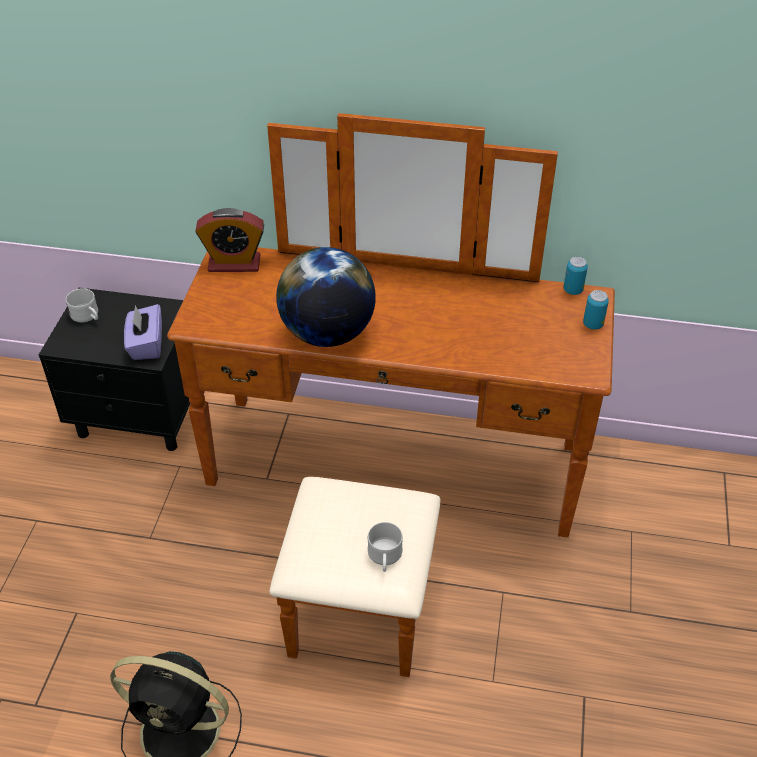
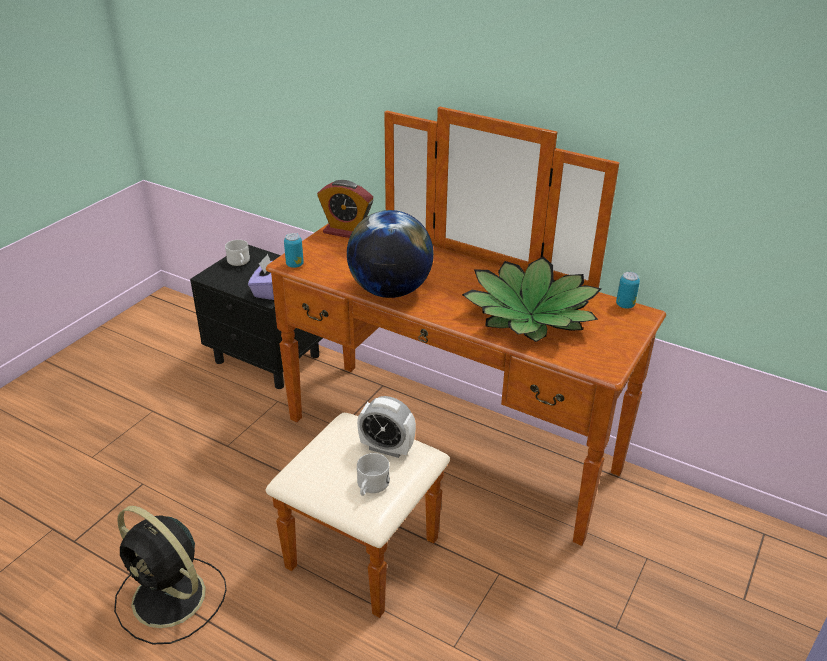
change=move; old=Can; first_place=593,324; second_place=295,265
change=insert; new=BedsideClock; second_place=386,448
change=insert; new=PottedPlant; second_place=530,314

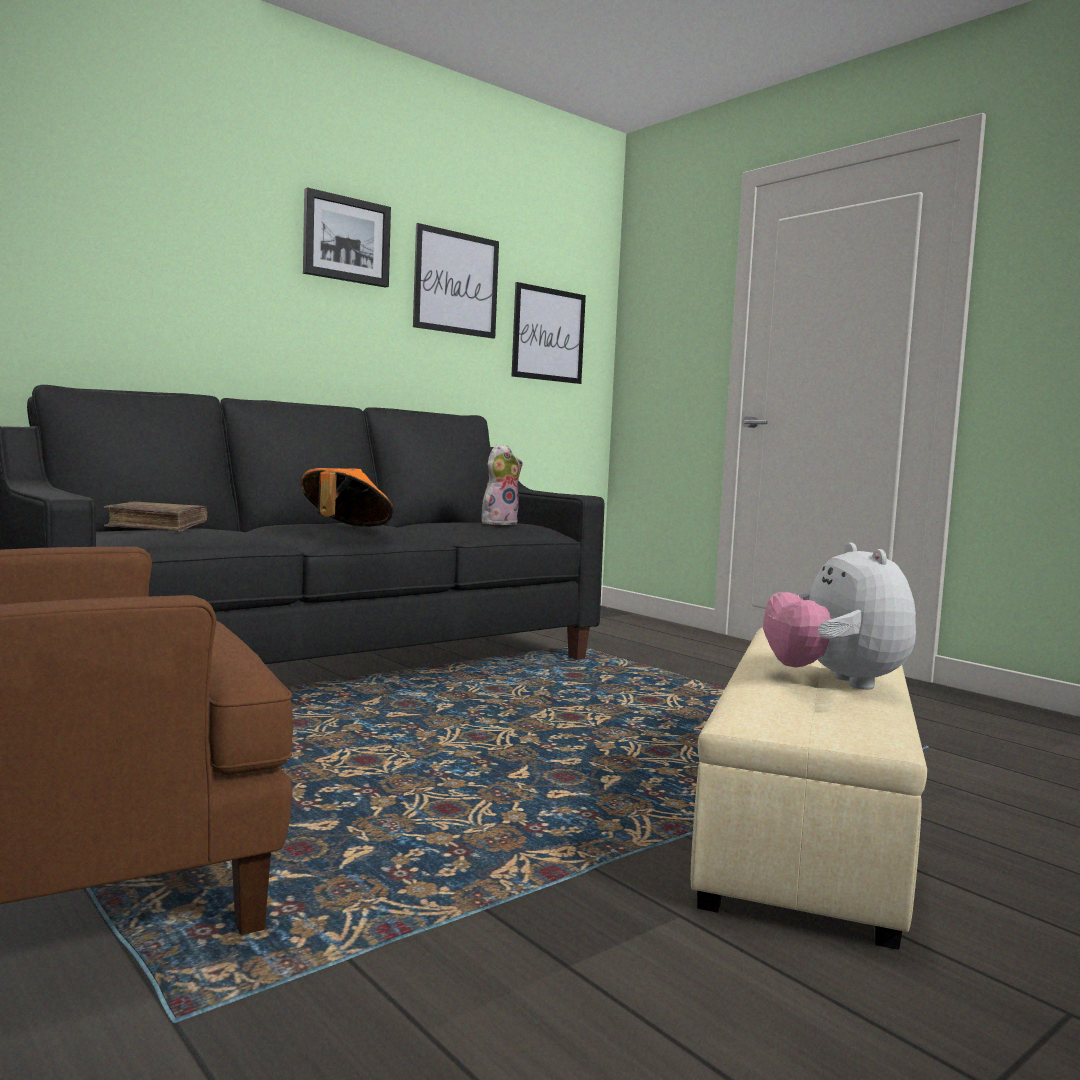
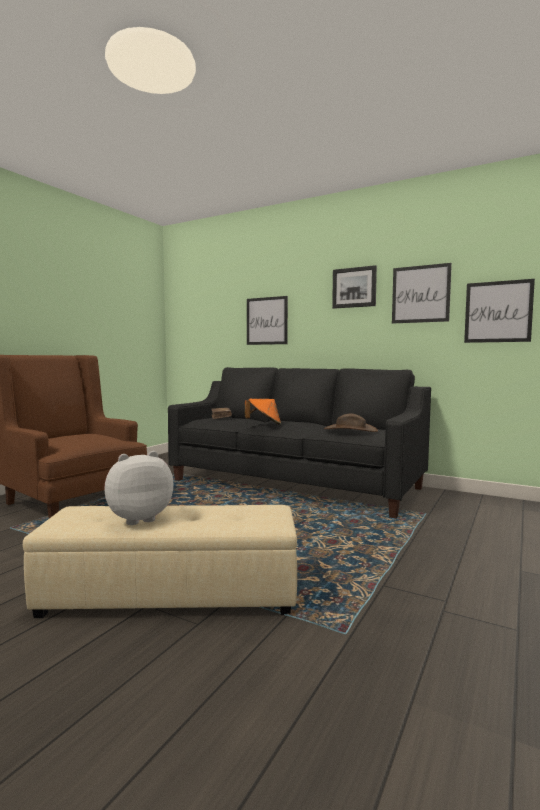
change=replace; old=CuddlyToy; new=BrownishWearableHat; first_place=499,523; second_place=350,430
change=insert; new=WallPicture; second_place=267,321

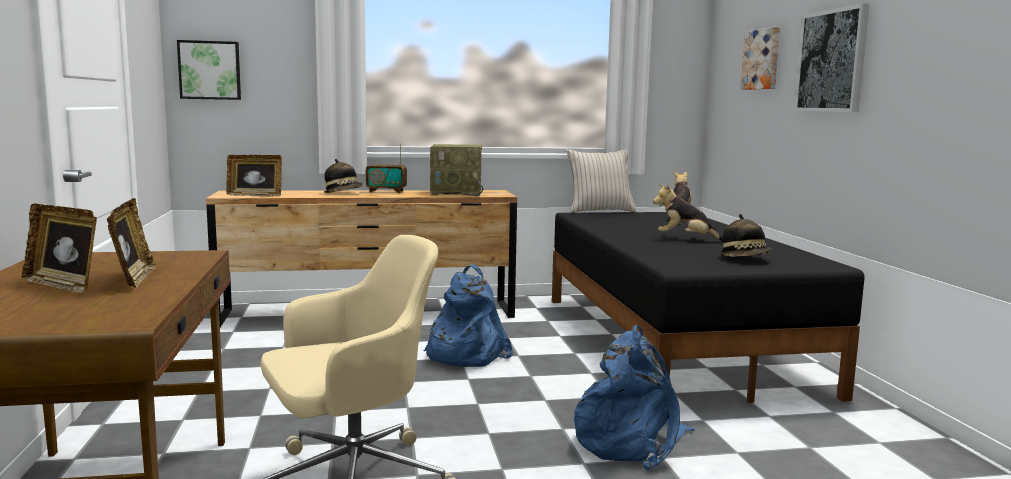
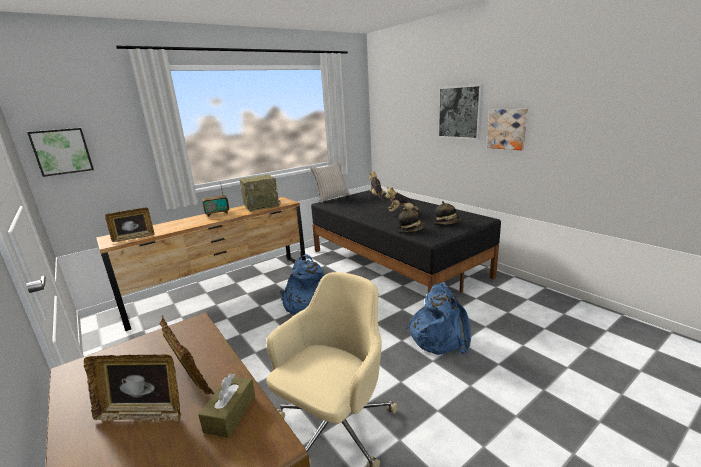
change=move; old=WearableHat; first_place=343,193; second_place=411,229
change=move; old=WallPicture; first_place=762,59; second_place=507,129
change=insert; new=BrownishTissueBox; second_place=230,413

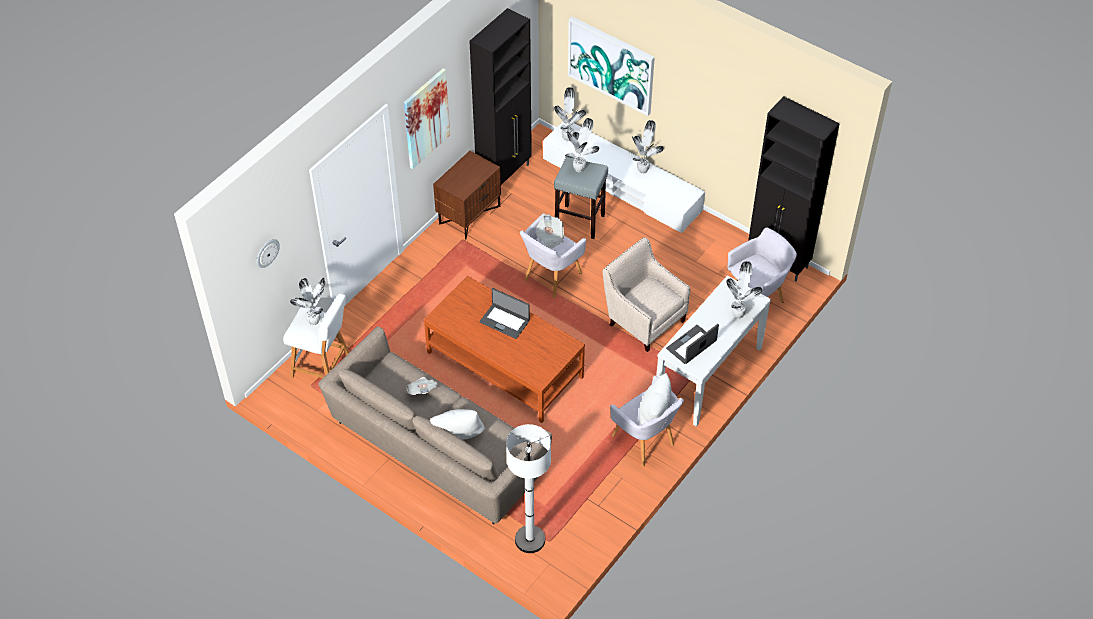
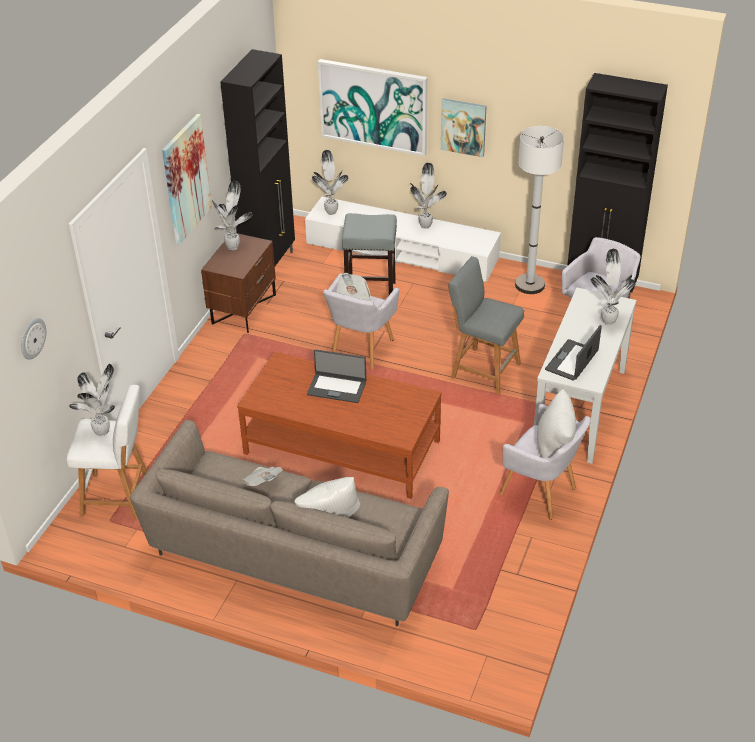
change=move; old=WhitishStandingLamp; first_place=530,540; second_place=529,285
change=move; old=PottedPlant; first_place=580,168; second_place=233,246
change=replace; old=BeigeColouredLoungeChair; new=GreyishSittingStool; first_place=644,319; second_place=482,369
change=insert; new=WallPicture; second_place=463,127

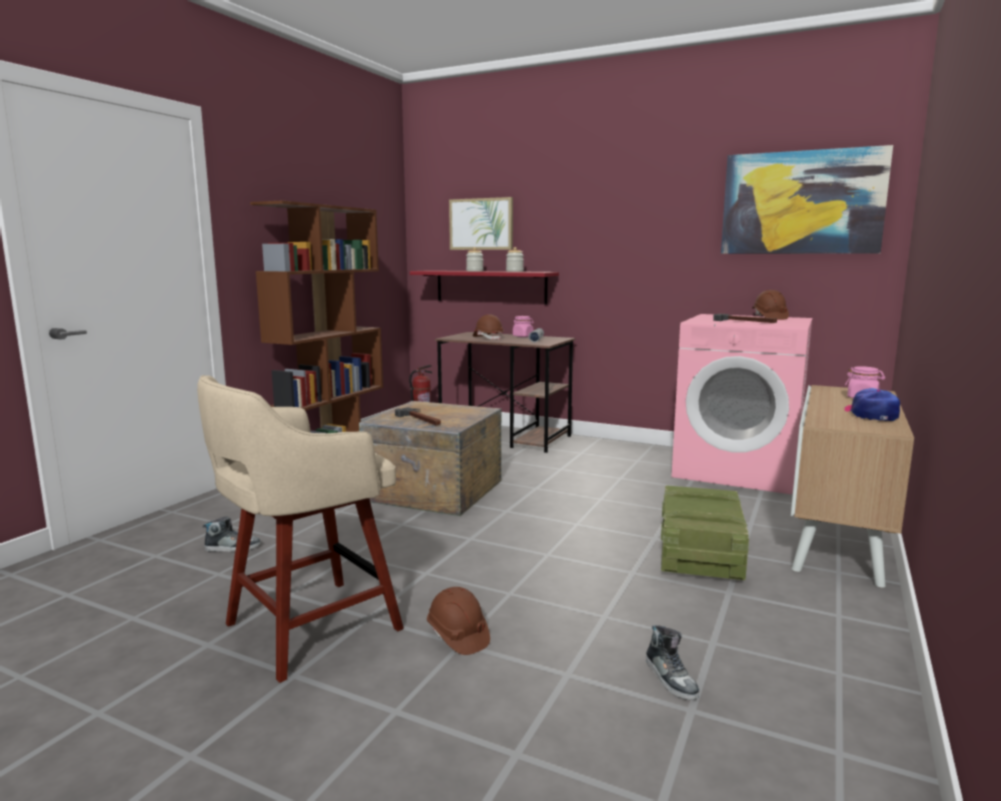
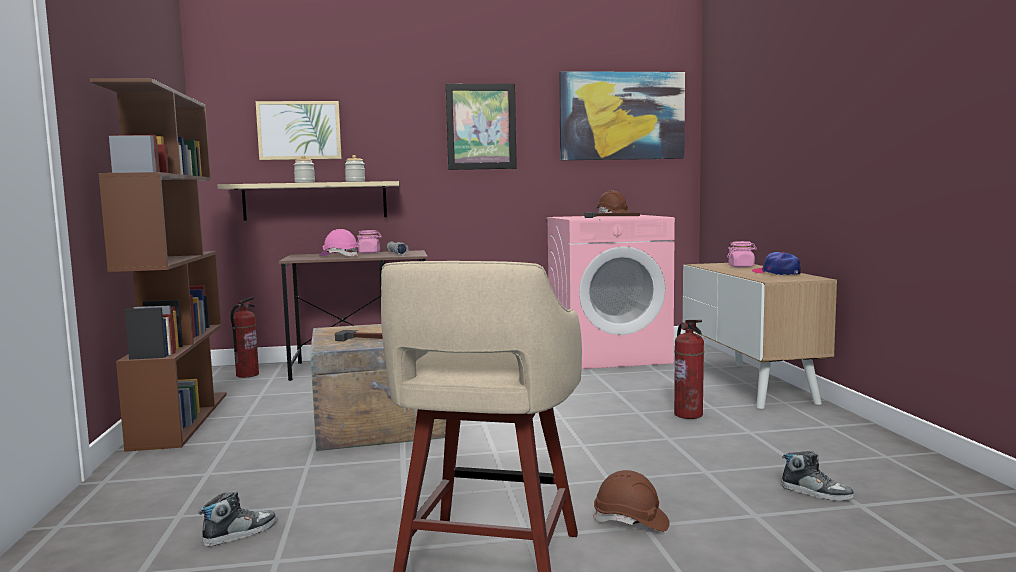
change=recolor; old=RedBracketShelf; new=BeigeColouredBracketShelf; first_place=490,286; second_place=315,201
change=recolor; old=BrownishWorkHelmet; new=PinkishWorkHelmet; first_place=488,338; second_place=339,256
change=replace; old=PackingCrate; new=Extinguisher; first_place=700,554; second_place=689,414
change=insert; new=WallPicture; second_place=481,126

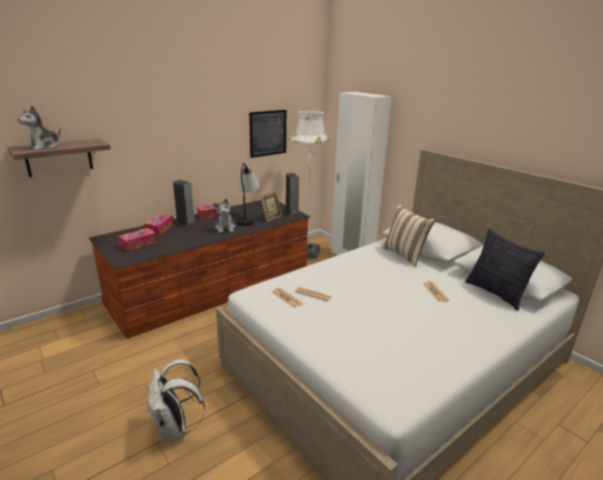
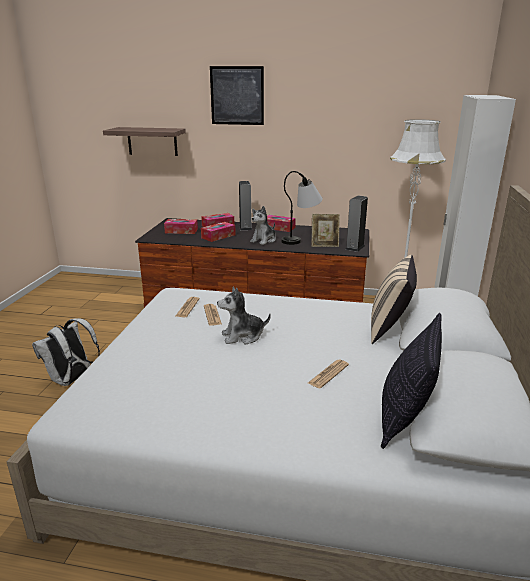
change=move; old=CuddlyToy; first_place=44,147; second_place=242,336
change=move; old=WallPicture; first_place=268,133; second_place=237,96
change=insert; new=TissueBox; second_place=218,236

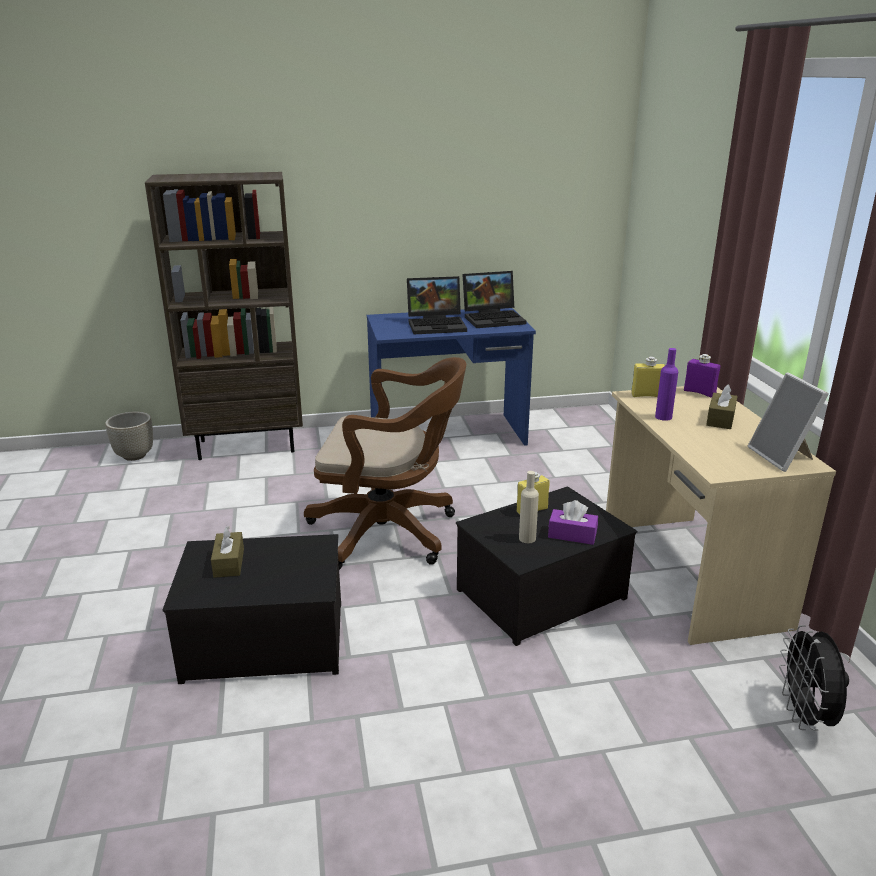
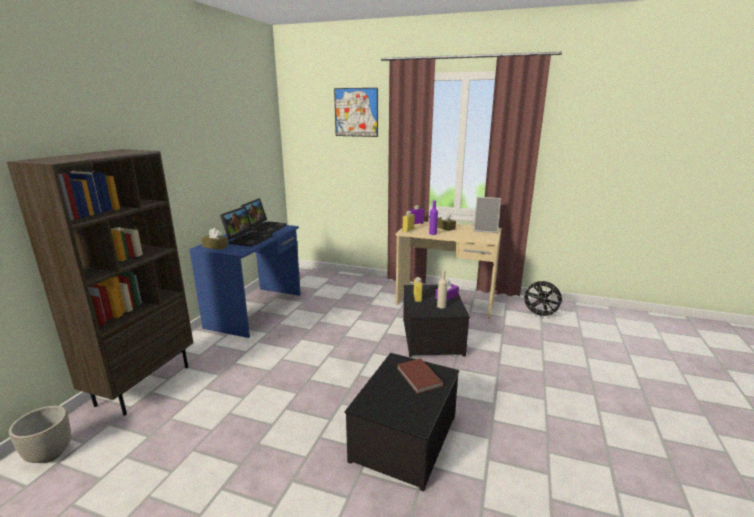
change=move; old=BrownishTissueBox; first_place=229,563; second_place=215,246
change=delete; old=BrownishDeskChair; first_place=391,532
change=insert; new=WallPicture; second_place=356,112
change=insert; new=BrownishBook; second_place=418,377

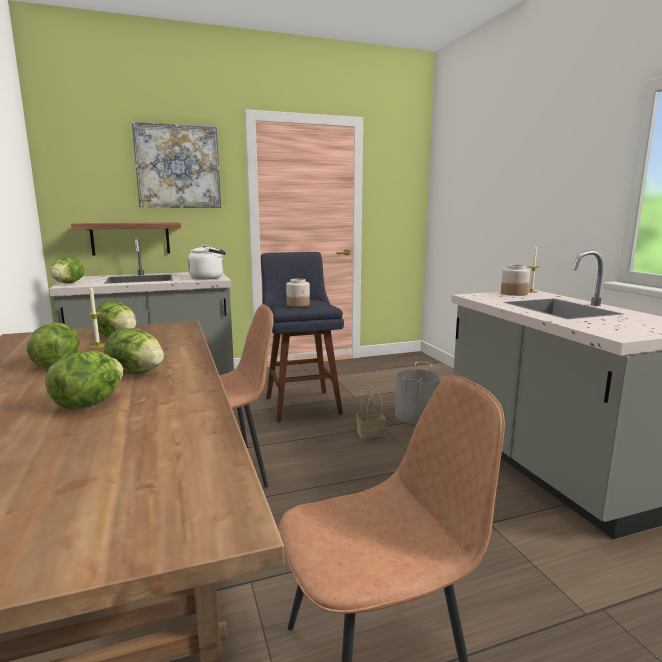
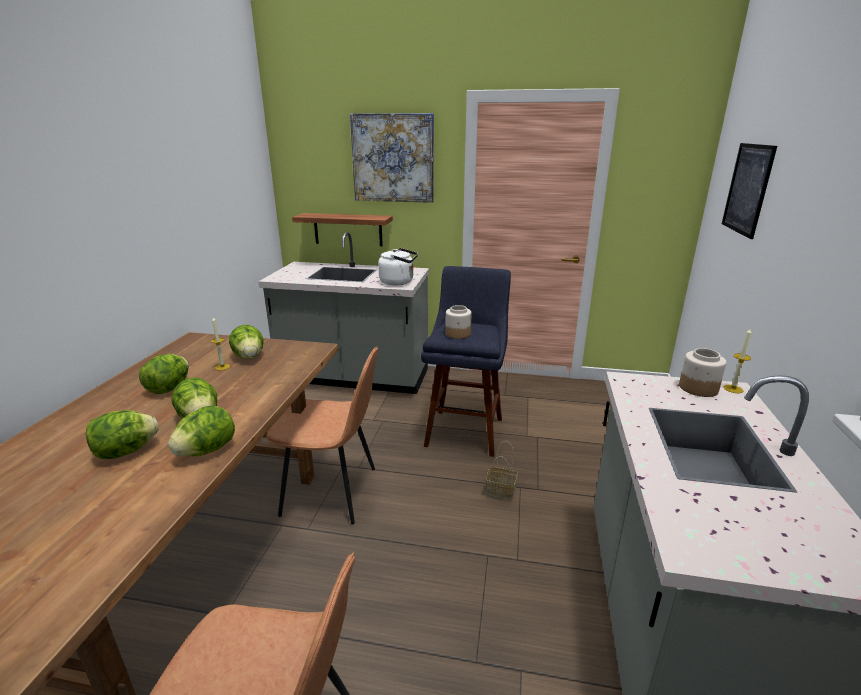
change=move; old=LettuceHead; first_place=68,283; second_place=207,450
change=delete; old=GreyishPail; first_place=416,415
change=insert; new=WallPicture; second_place=747,189

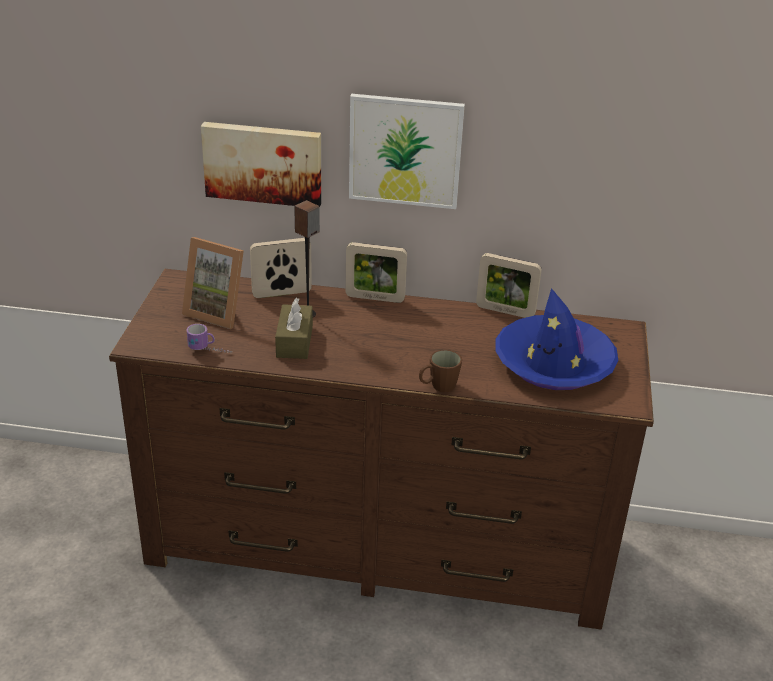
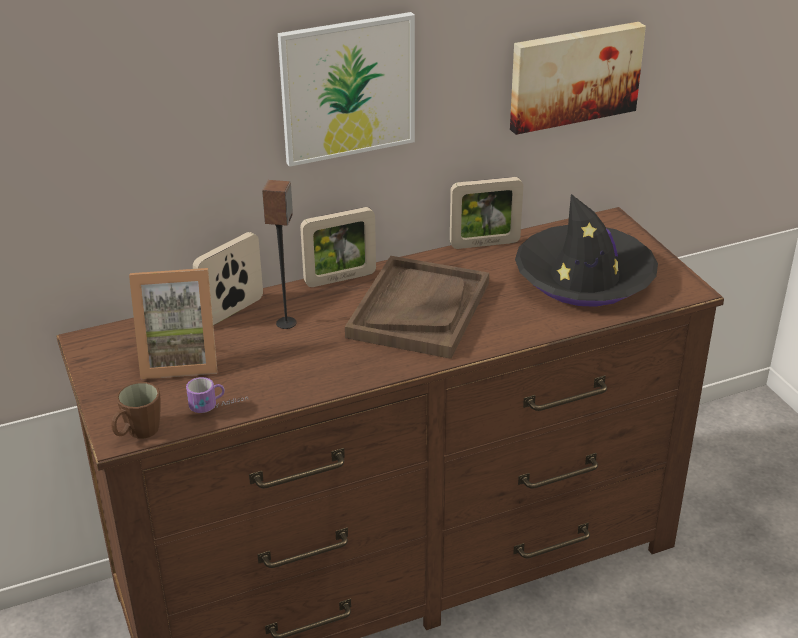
change=move; old=WallPicture; first_place=263,163; second_place=573,75
change=delete; old=BrownishTissueBox; first_place=294,341
change=move; old=BrownishCoffeeMug; first_place=438,386; second_place=138,433
change=recolor; old=BlueColouredWearableHat; new=BlackWearableHat; first_place=554,363; second_place=584,278
change=insert; new=BrownishCarryingTray; second_place=419,309

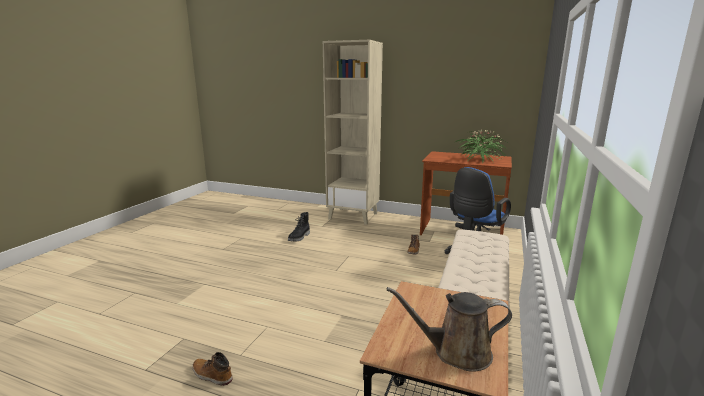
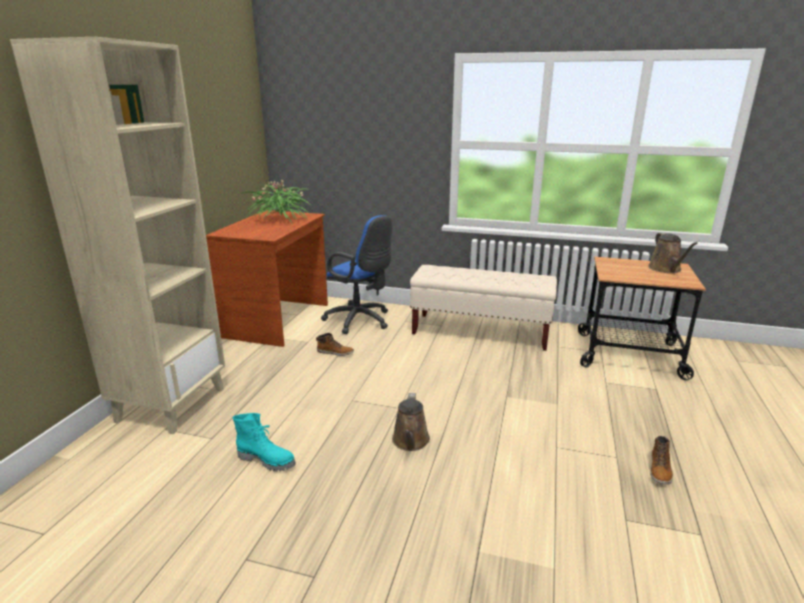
change=recolor; old=BlackBoot; new=TurquoiseBoot; first_place=299,237; second_place=267,460
change=insert; new=BrownishWateringPot; second_place=410,442

